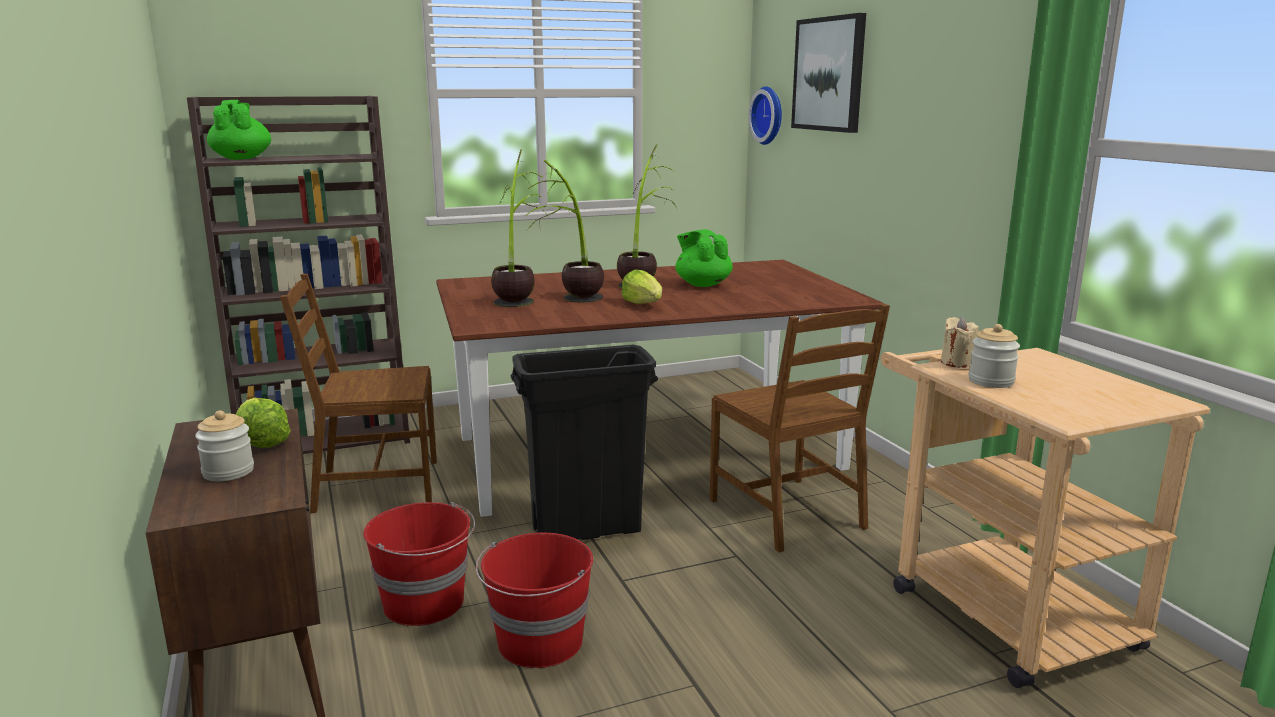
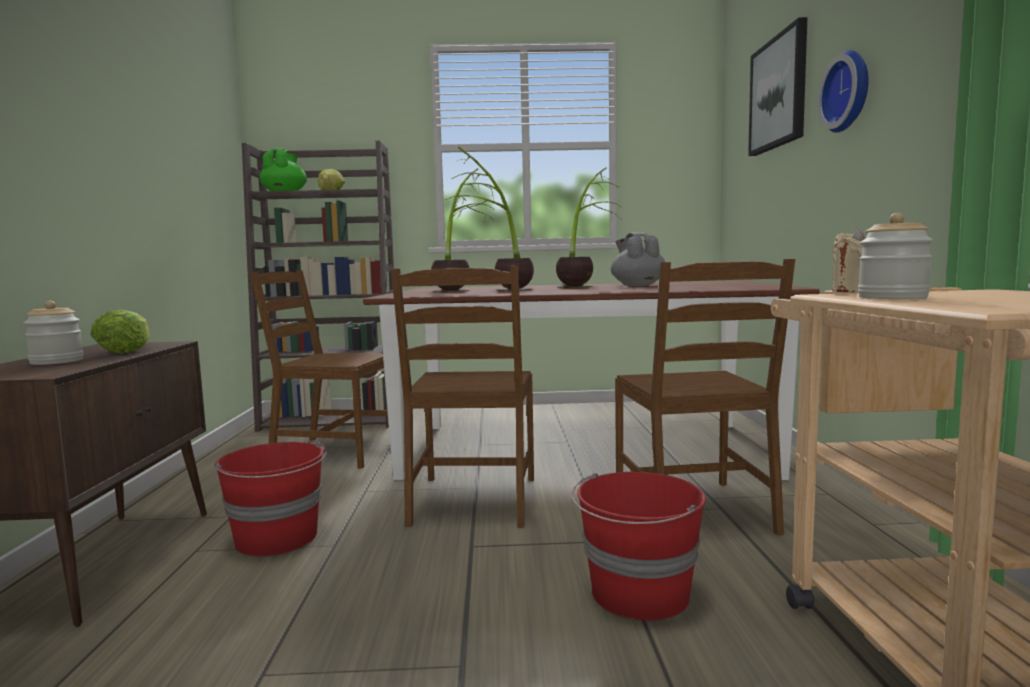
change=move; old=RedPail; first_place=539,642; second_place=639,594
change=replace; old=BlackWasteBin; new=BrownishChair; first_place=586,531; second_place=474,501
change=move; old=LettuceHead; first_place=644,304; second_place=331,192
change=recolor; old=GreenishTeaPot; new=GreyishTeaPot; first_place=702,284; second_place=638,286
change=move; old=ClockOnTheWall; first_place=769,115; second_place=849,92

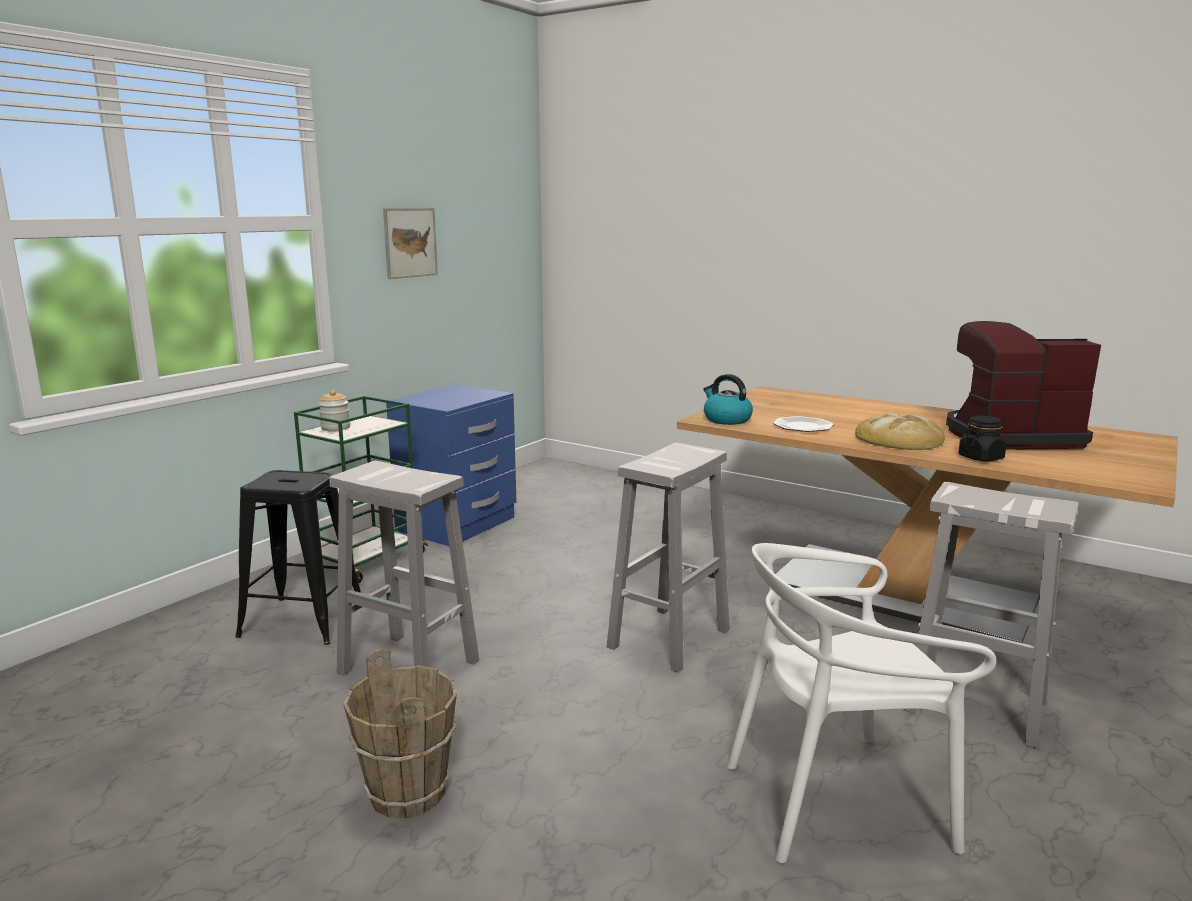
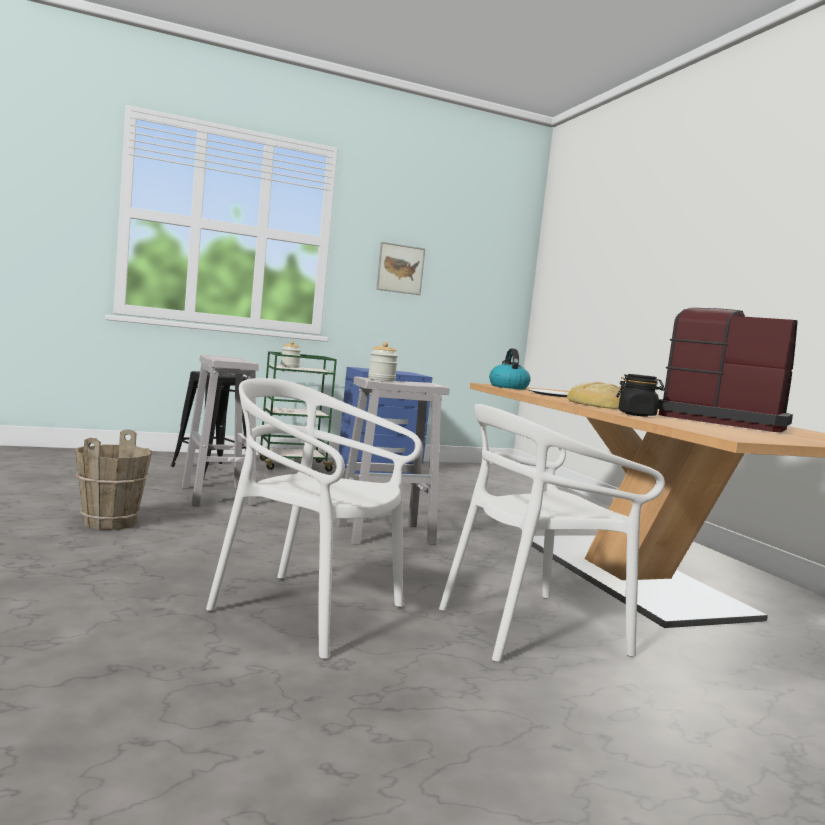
change=replace; old=WhitishSittingStool; new=WhitishChair; first_place=973,705; second_place=531,628
change=insert; new=PreserveJar; second_place=381,379

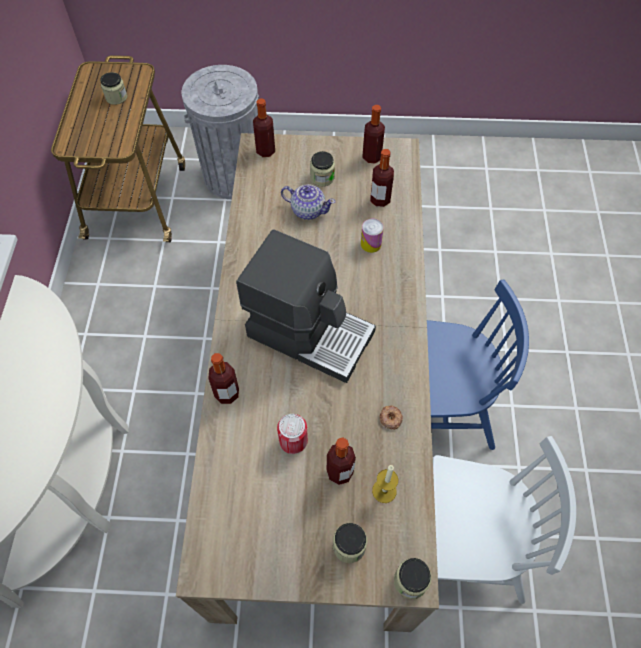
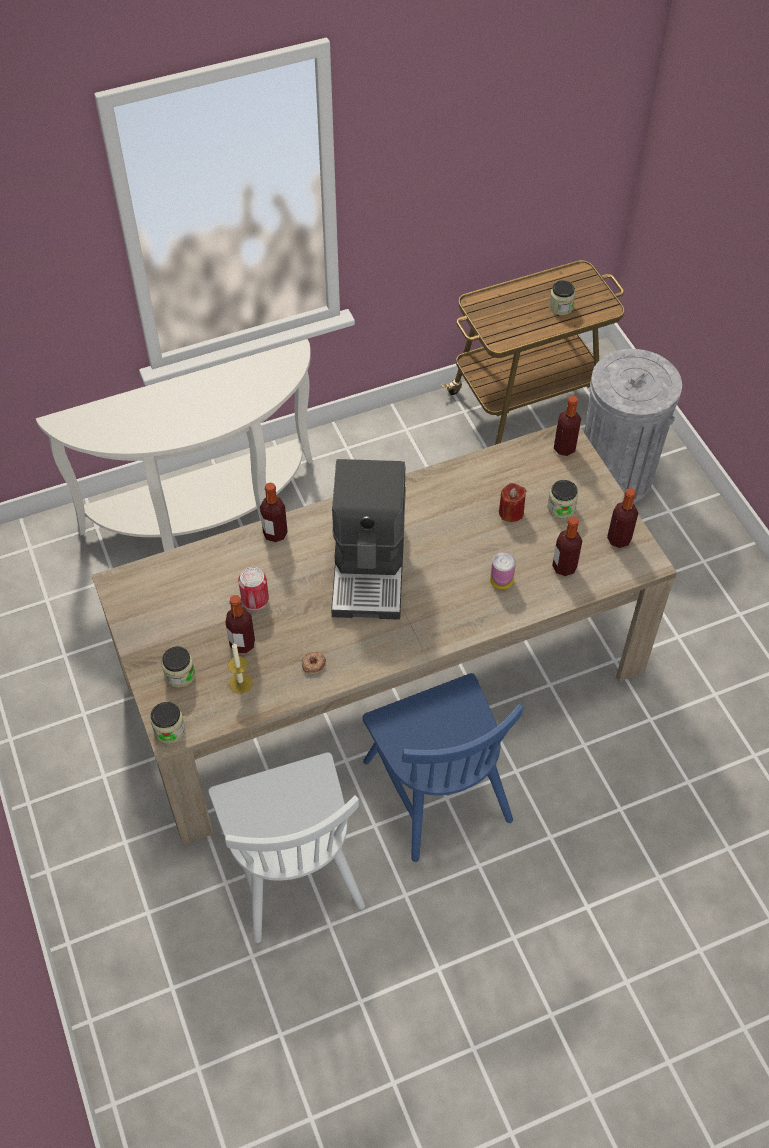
change=replace; old=TeaPot; new=RedCandle; first_place=308,210; second_place=511,512

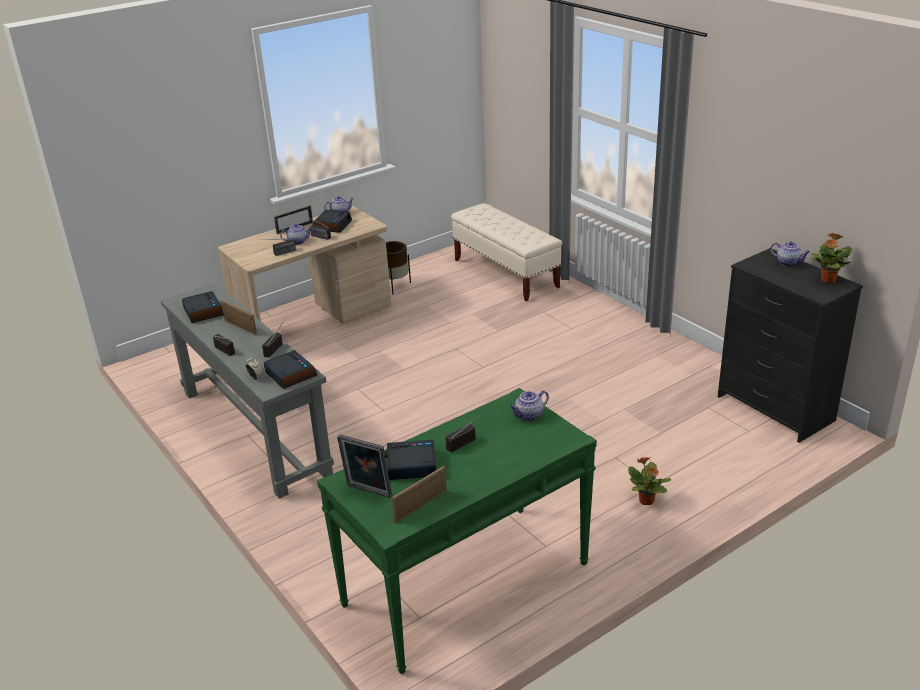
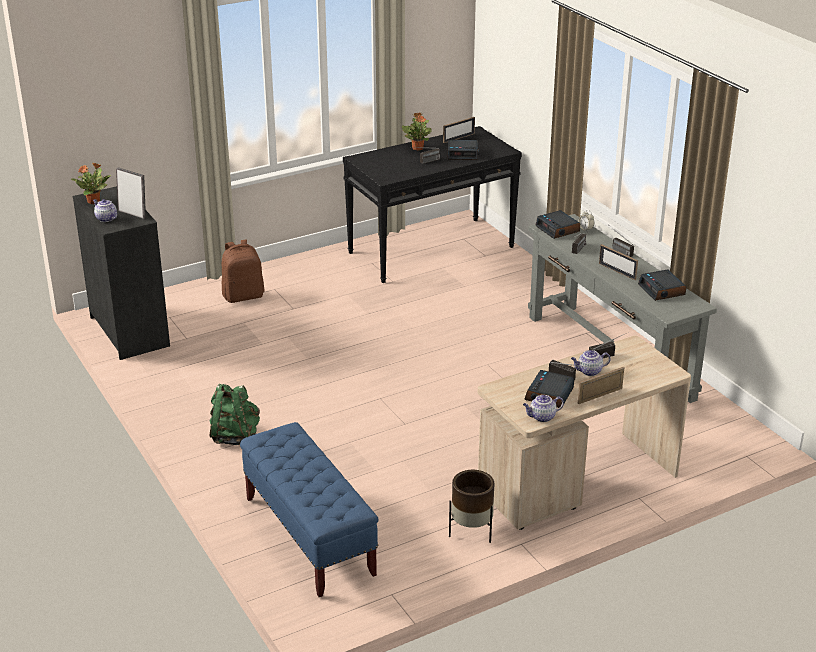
change=recolor; old=GreenishConsoleTable; new=BlackConsoleTable; first_place=466,585; second_place=431,249
change=move; old=PhotoFrame; first_place=367,492; second_place=133,214
change=recolor; old=BeigeColouredBench; new=BlueColouredBench; first_place=506,274; second_place=309,536
change=delete; old=TeaPot; first_place=528,416
change=move; old=PottedPlant; first_place=646,501; second_place=417,148
change=insert; new=GreenishBackpack; second_place=235,436
change=insert; new=BrownishBackpack; second_place=243,296

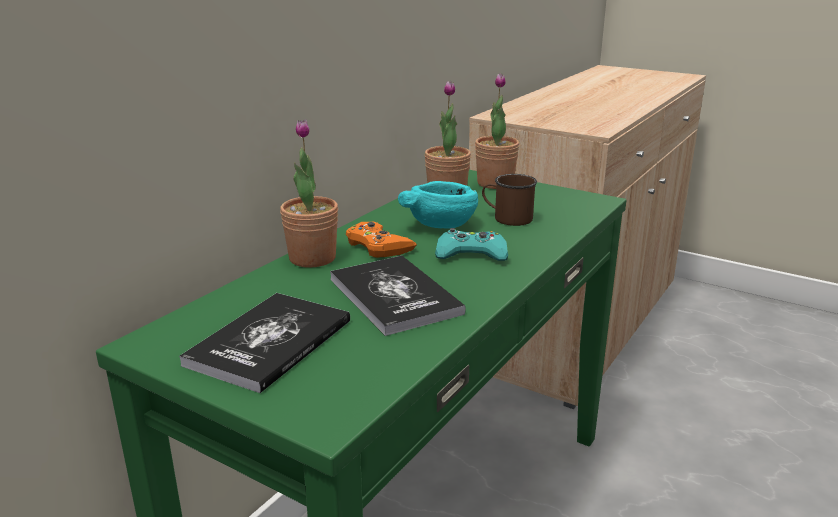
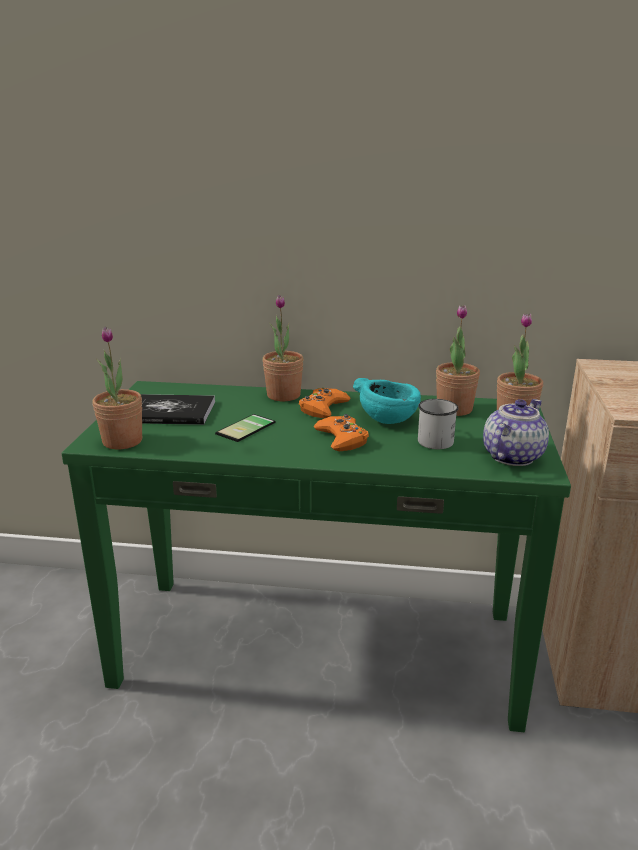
change=replace; old=Book; new=Handset; first_place=394,296; second_place=248,429
change=recolor; old=TurquoiseGamepad; new=OrangeColouredGamepad; first_place=471,254; second_place=342,439
change=recolor; old=BrownishCoffeeMug; new=WhitishCoffeeMug; first_place=507,218; second_place=434,439
change=insert; new=PottedPlant; second_place=122,441
change=insert; new=TeaPot; second_place=511,456

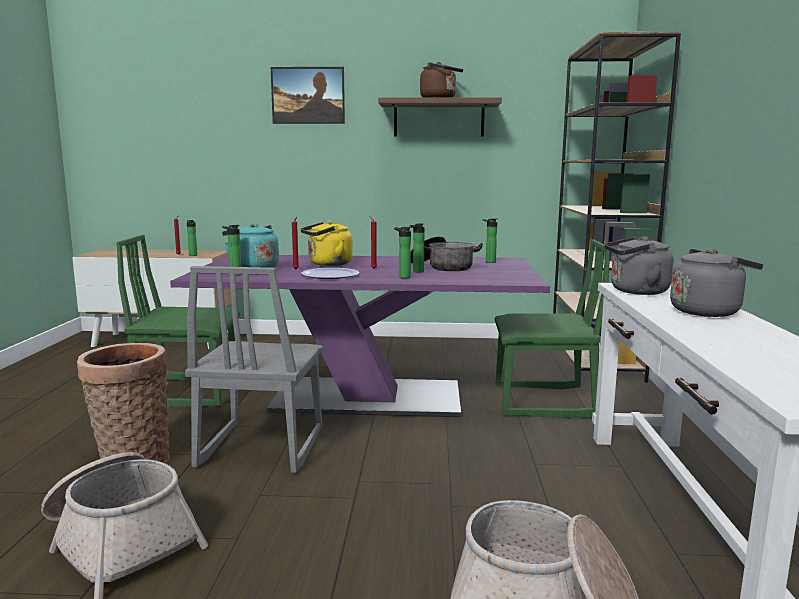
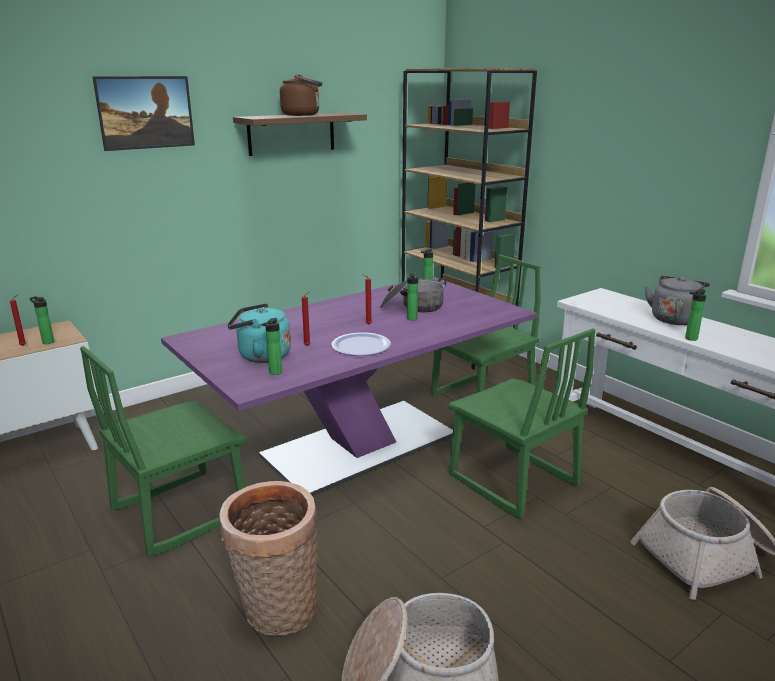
change=delete; old=GreyishChair; first_place=260,447
change=delete; old=YellowKettle; first_place=327,264
change=move; old=Bottle; first_place=402,277; second_place=689,339
change=delete; old=GreyishKettle; first_place=635,291
change=insert; new=GreenishChair; second_place=512,481

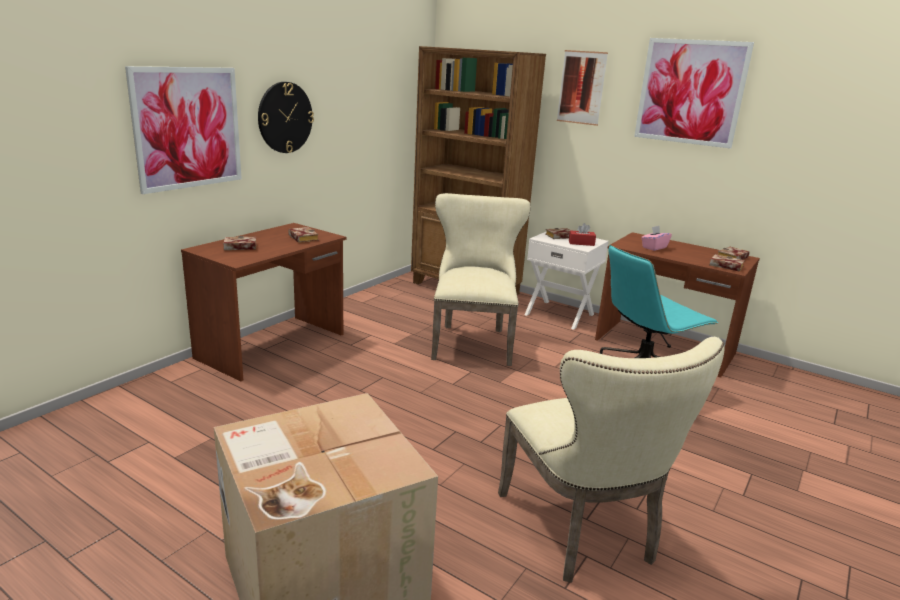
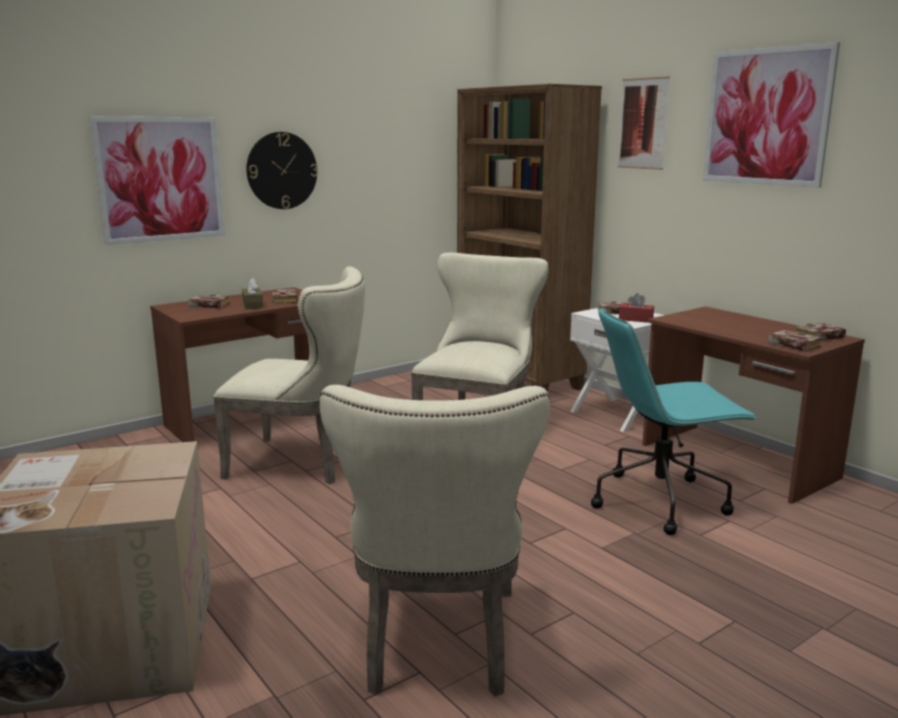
change=delete; old=PinkishTissueBox; first_place=654,247
change=insert; new=BeigeColouredChair; second_place=303,463
change=insert; new=BrownishTissueBox; second_place=253,305

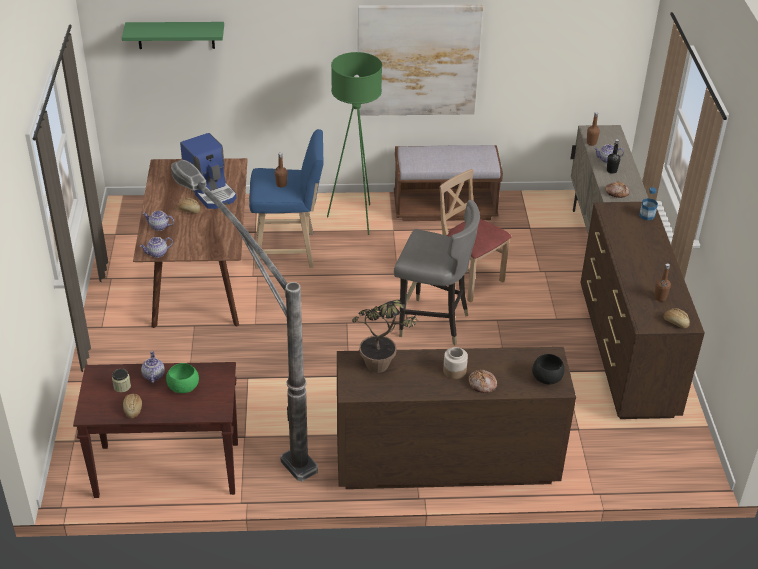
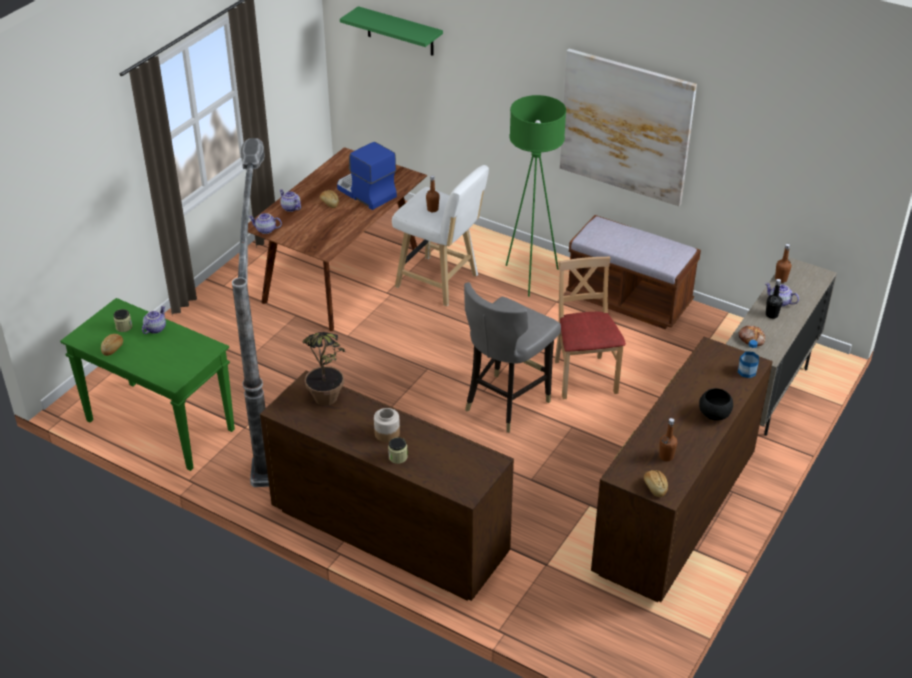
change=recolor; old=BrownishConsoleTable; new=GreenishConsoleTable; first_place=166,470; second_place=159,426
change=delete; old=GreenishDeepDish; first_place=184,387
change=rotate; old=CoffeeBrewer; first_place=211,191; second_place=365,193; degrees=135
change=recolor; old=BlueColouredSittingStool; new=WhitishSittingStool; first_place=289,250; second_place=440,283
change=rotate; old=GreyishChair; first_place=432,323; second_place=506,403; degrees=75
change=replace; old=BakeryBread; new=PreserveJar; first_place=482,385; second_place=398,457
change=move; old=BlackDeepDish; first_place=546,378; second_place=714,414

